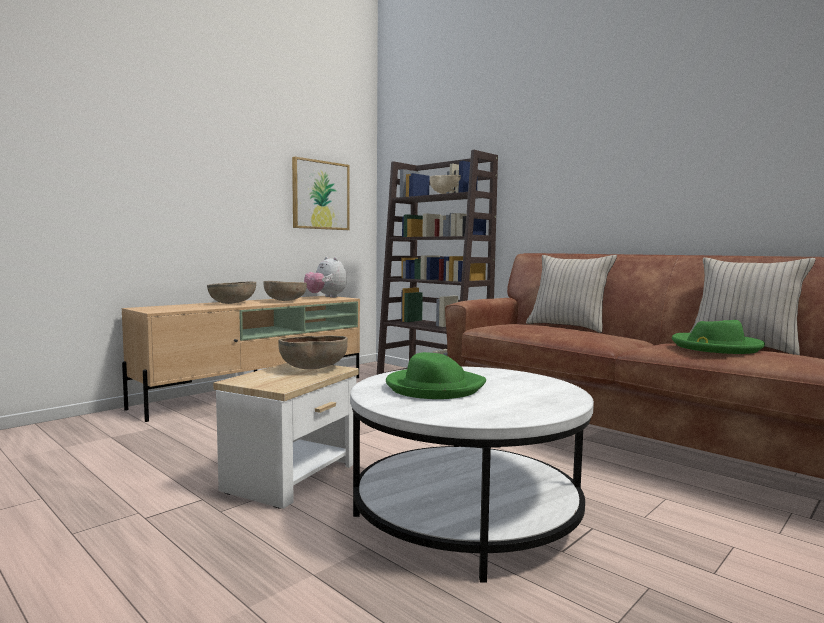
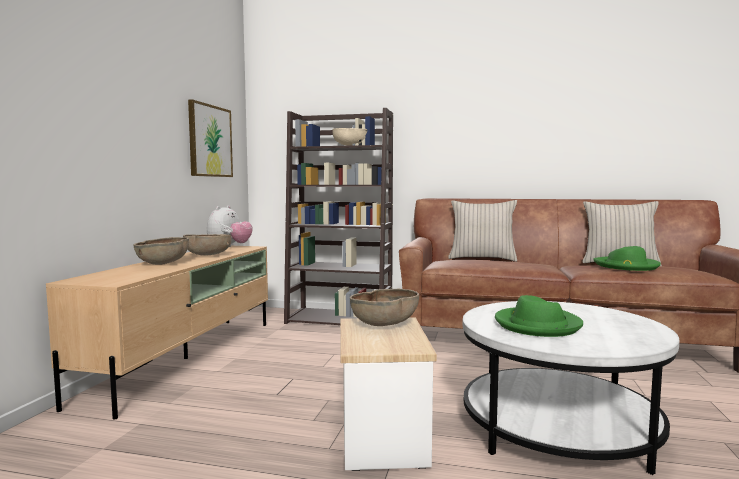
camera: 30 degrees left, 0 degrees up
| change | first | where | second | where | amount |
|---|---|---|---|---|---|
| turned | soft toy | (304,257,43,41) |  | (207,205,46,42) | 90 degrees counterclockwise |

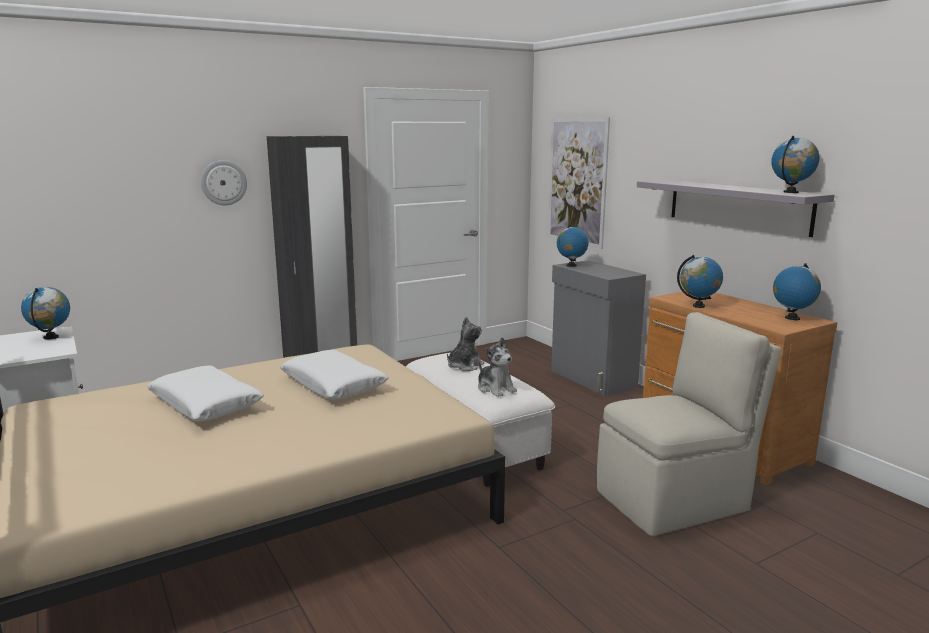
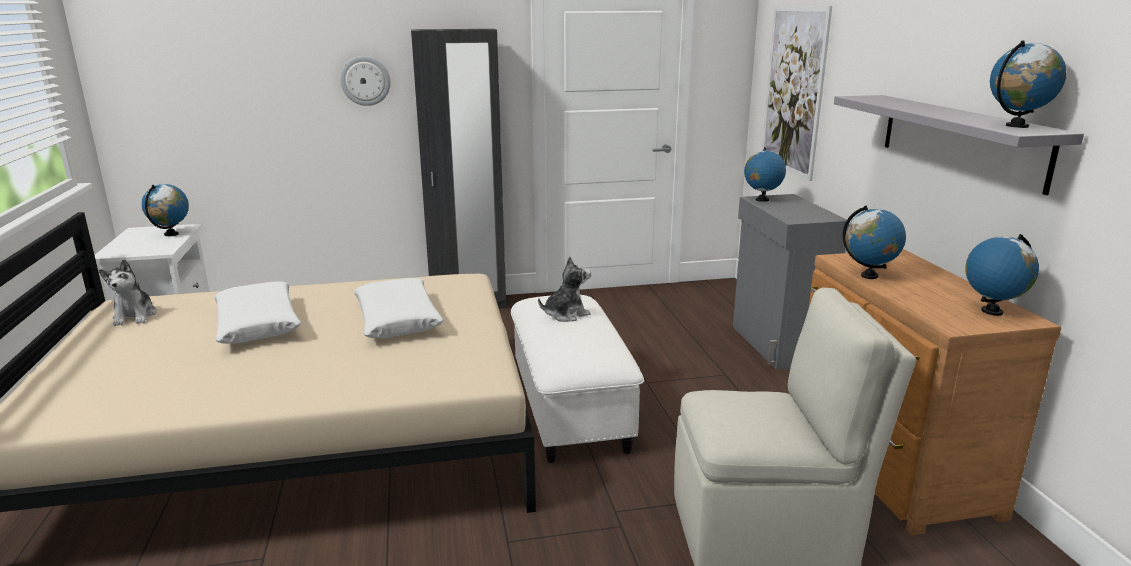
camera: 20 degrees right, 5 degrees up
| change | first | where | second | where | amount |
|---|---|---|---|---|---|
| moved | soft toy | (478,337,39,60) |  | (99,259,58,67) |  |

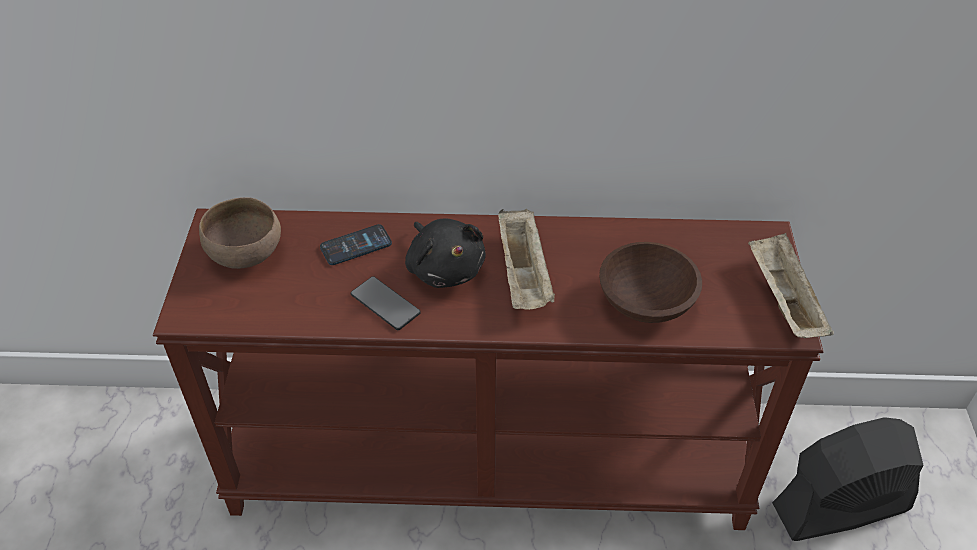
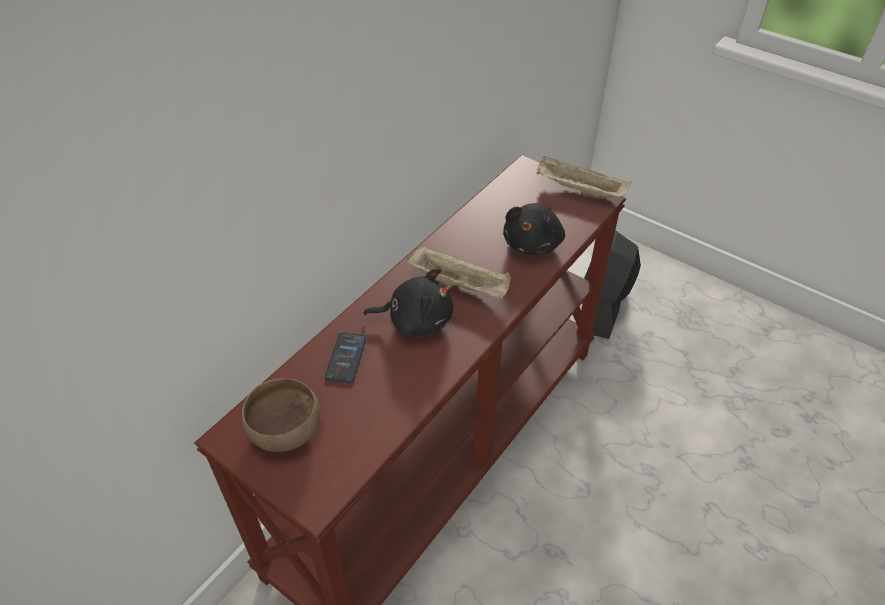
camera: 55 degrees left, 0 degrees up
| change | first | where | second | where | amount |
|---|---|---|---|---|---|
| replaced | brownish serving bowl | (599,242,103,81) | black-coloured soft toy | (503,203,62,52) |  |
| removed | telephone | (351,276,70,54) |  |  |  |

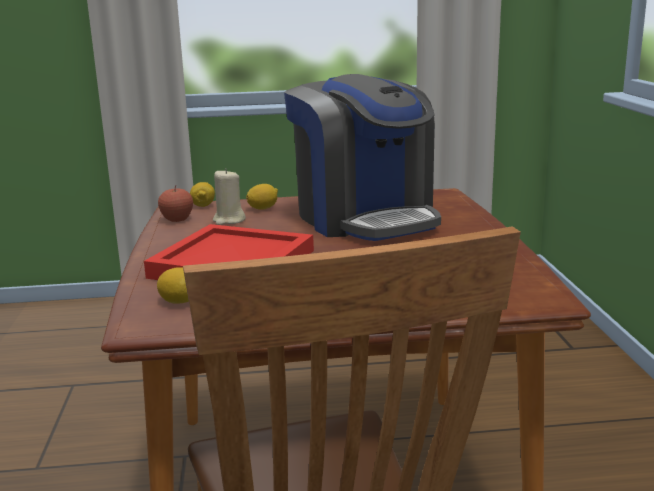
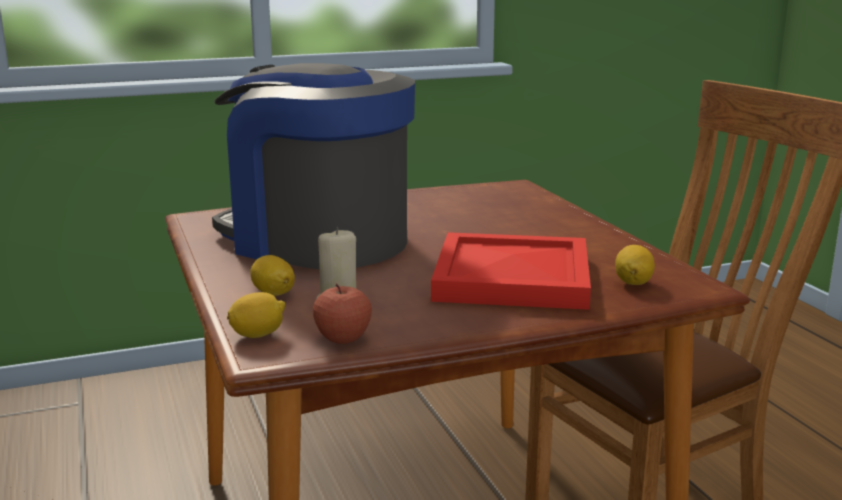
camera: 105 degrees left, 0 degrees up
| change | first | where | second | where | amount |
|---|---|---|---|---|---|
| turned | coffee brewer | (284,74,157,167) |  | (212,63,203,206) | 105 degrees counterclockwise |

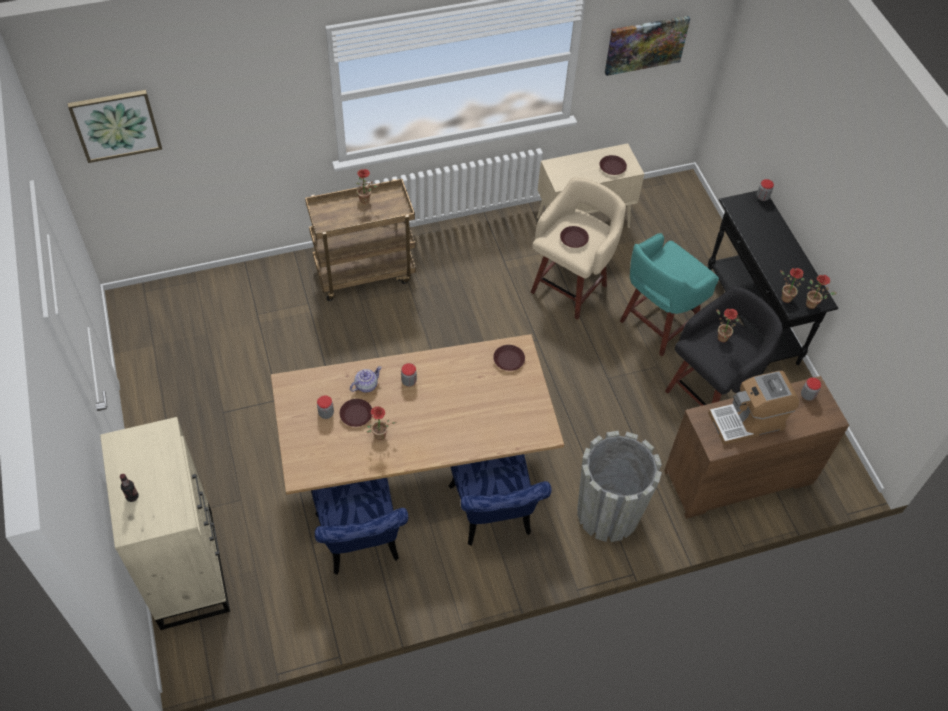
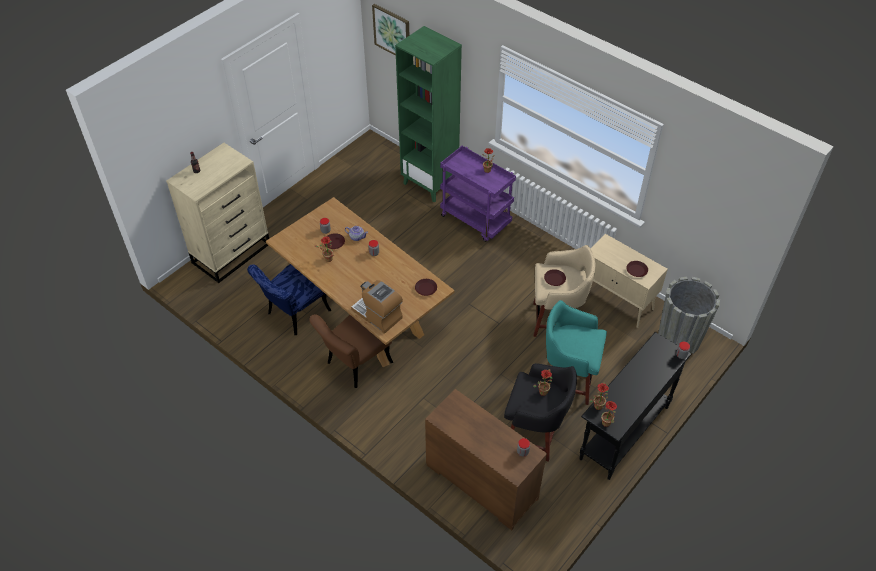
camera: 60 degrees right, 5 degrees down
| change | first | where | second | where | amount |
|---|---|---|---|---|---|
| recoloured | blue-coloured plain chair | (449,454,103,91) | brownish plain chair | (309,314,84,74) |  |
| moved | coffee brewer | (708,371,91,74) |  | (351,280,52,54) |  |
| added |  |  | green-coloured bookshelf | (395,26,67,177) |  |
| recoloured | brownish trolley | (305,179,111,122) | purple trolley | (440,146,76,96) |  |
| moved | grey flower pot | (577,431,85,111) |  | (658,276,62,78) |  |
| removed | wall picture | (605,16,85,60) |  |  |  |

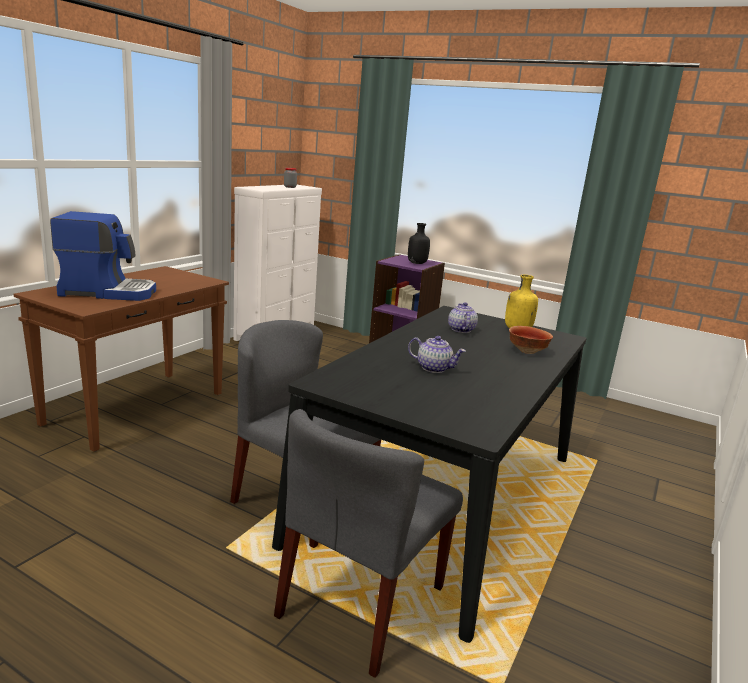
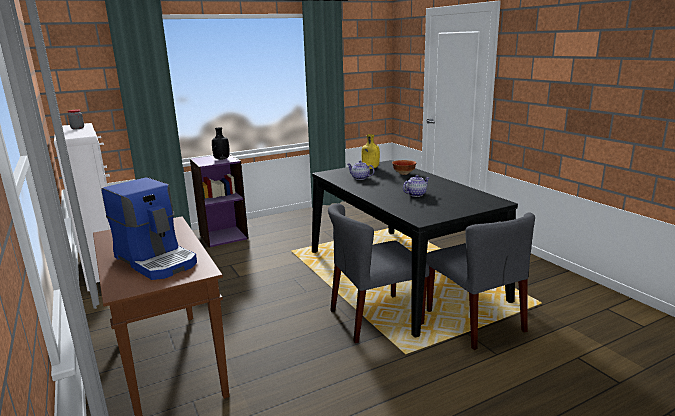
camera: 55 degrees left, 0 degrees up
| change | first | where | second | where | amount |
|---|---|---|---|---|---|
| turned | coffee brewer | (50,211,106,90) |  | (101,177,96,103) | 105 degrees clockwise |

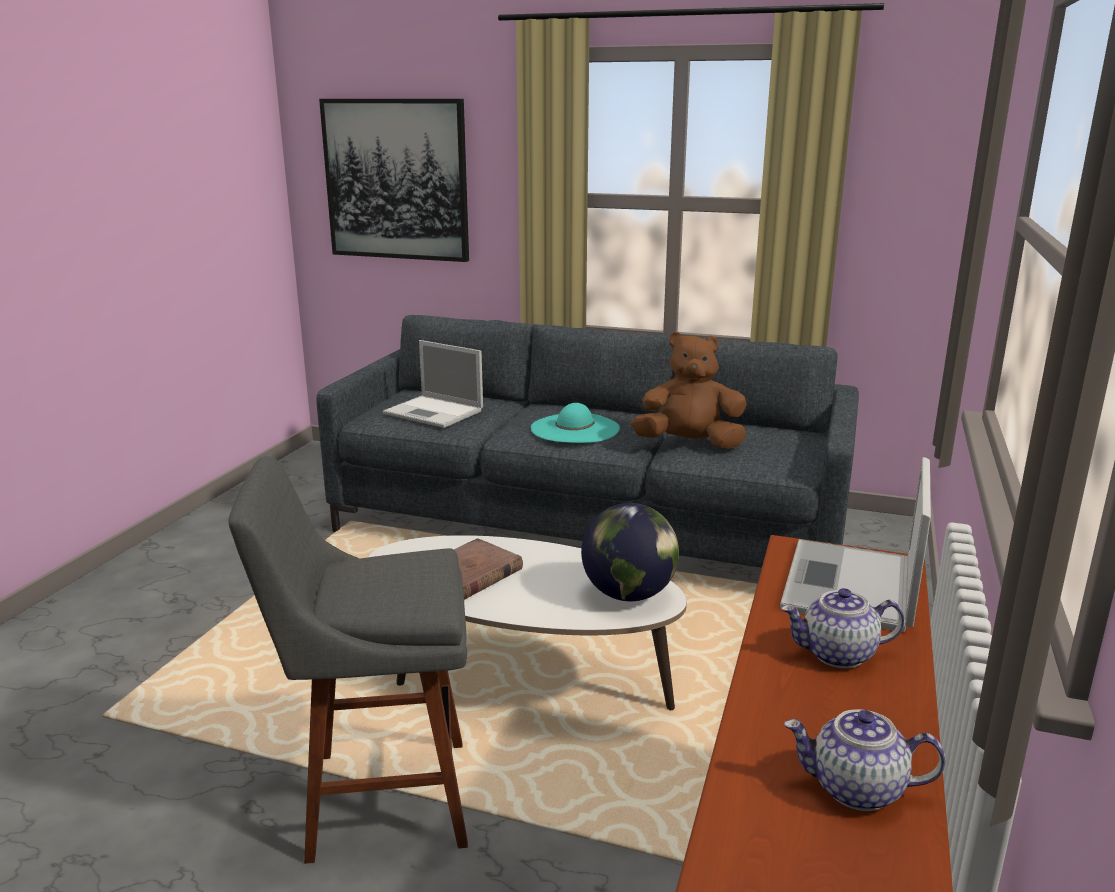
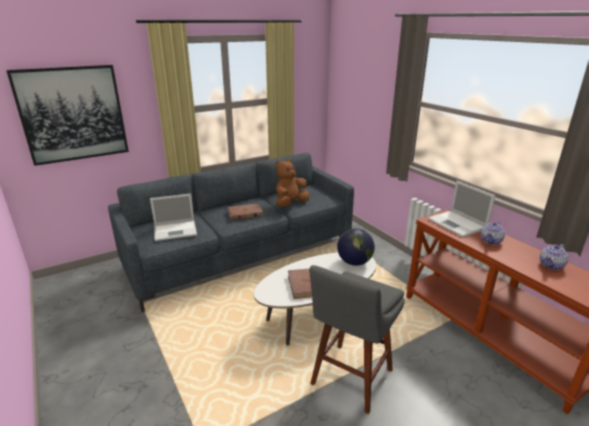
camera: 50 degrees left, 5 degrees up
| change | first | where | second | where | amount |
|---|---|---|---|---|---|
| replaced | turquoise-coloured wearable hat | (531,403,89,40) | brownish volume | (228,203,35,17) |  |

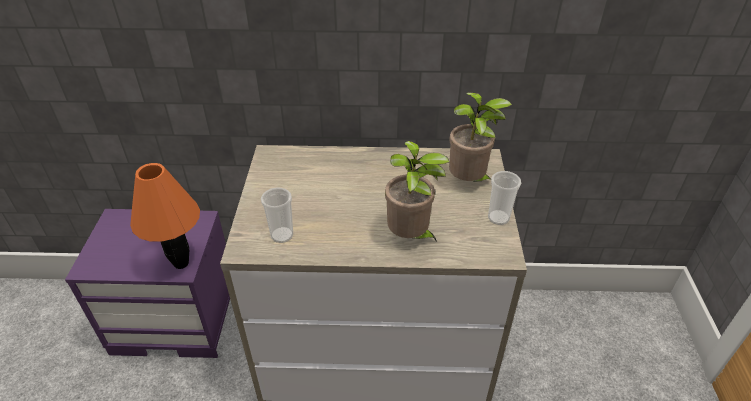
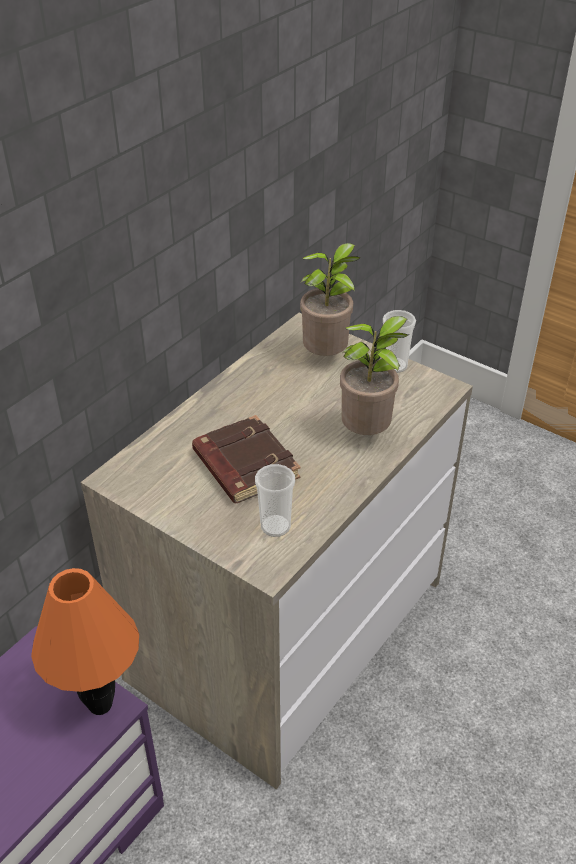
camera: 55 degrees left, 0 degrees up
| change | first | where | second | where | amount |
|---|---|---|---|---|---|
| added |  |  | brownish volume | (192,415,109,88) |  |

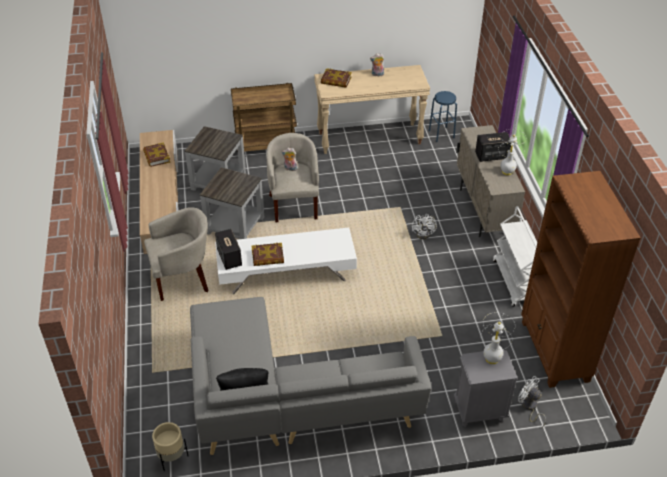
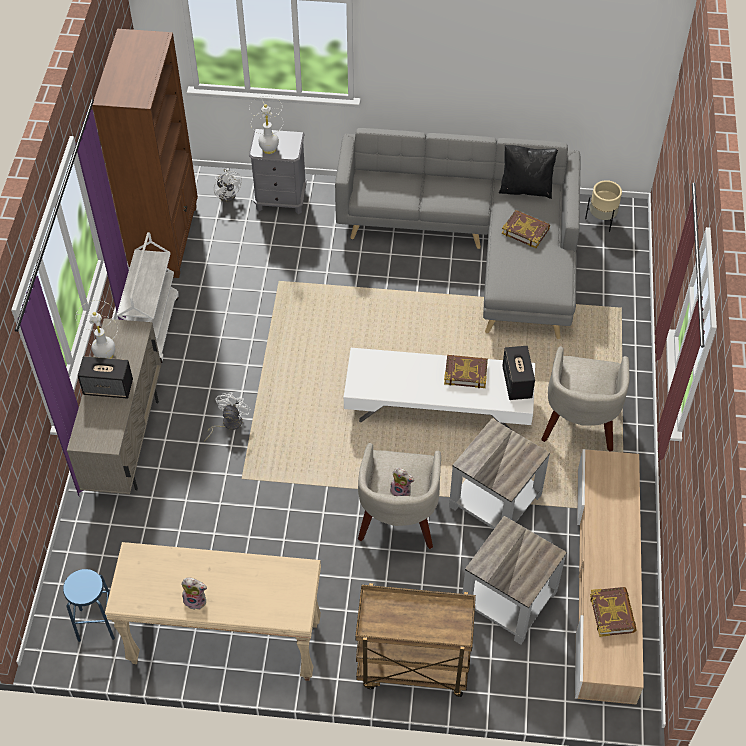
camera: 165 degrees left, 10 degrees up
| change | first | where | second | where | amount |
|---|---|---|---|---|---|
| moved | volume | (321,68,31,20) |  | (502,210,48,38) |  |
| turned | beige-coloured lounge chair | (144,207,64,94) |  | (541,346,89,105) | 75 degrees counterclockwise |

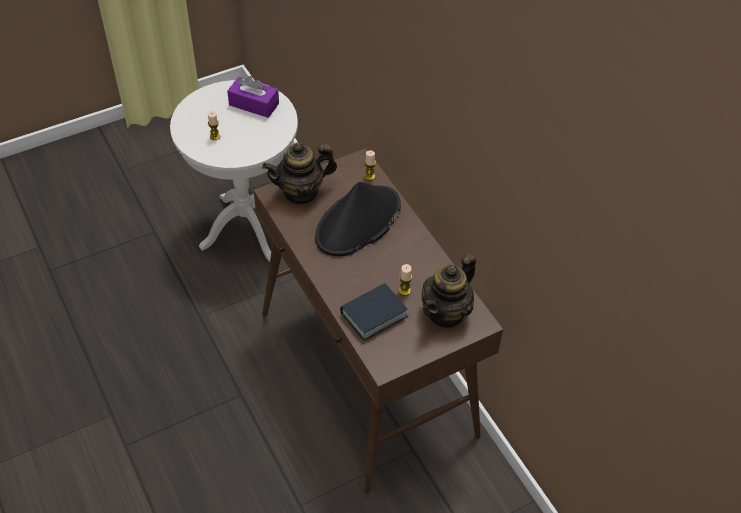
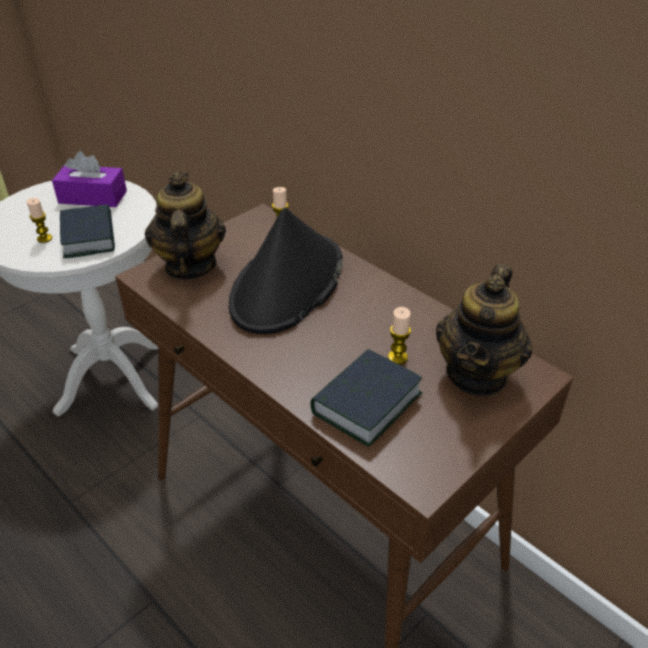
camera: 15 degrees left, 10 degrees down
| change | first | where | second | where | amount |
|---|---|---|---|---|---|
| added |  |  | volume | (60,204,55,54) |  |
| turned | teapot | (262,142,75,63) |  | (145,172,81,108) | 120 degrees clockwise |

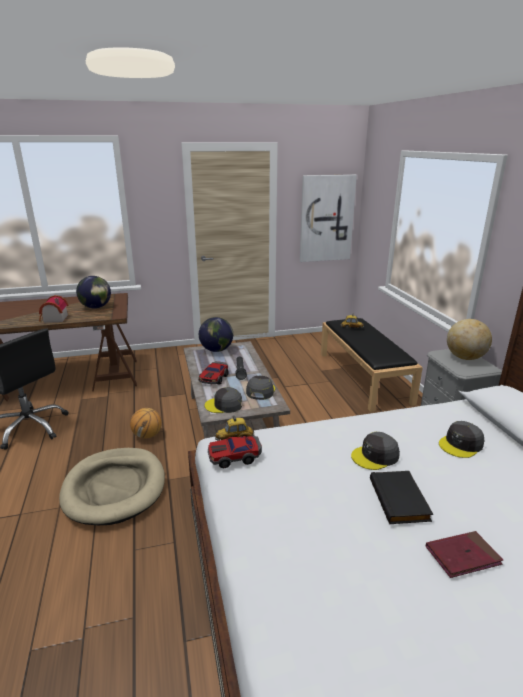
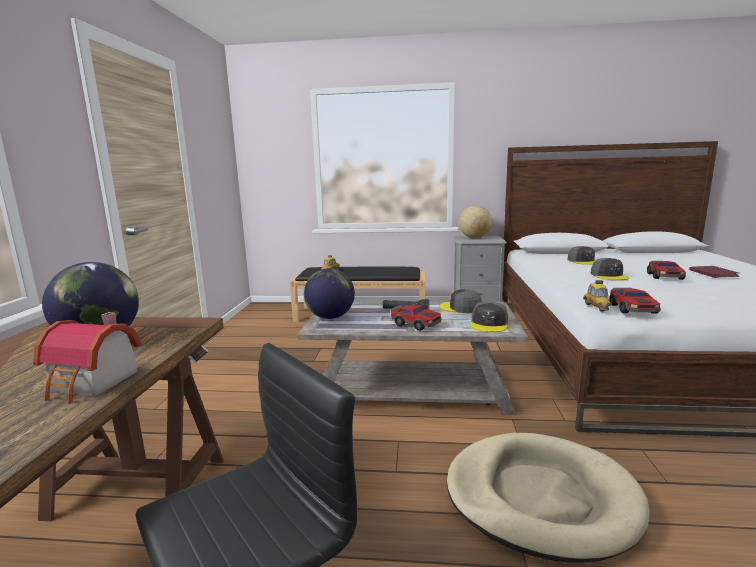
camera: 70 degrees left, 10 degrees down
| change | first | where | second | where | amount |
|---|---|---|---|---|---|
| replaced | black-coloured volume | (370,471,63,53) | miniature car | (647,261,39,19) |  |
| removed | ball for basketball | (130,408,32,31) |  |  |  |
| removed | wall picture | (300,175,57,87) |  |  |  |

